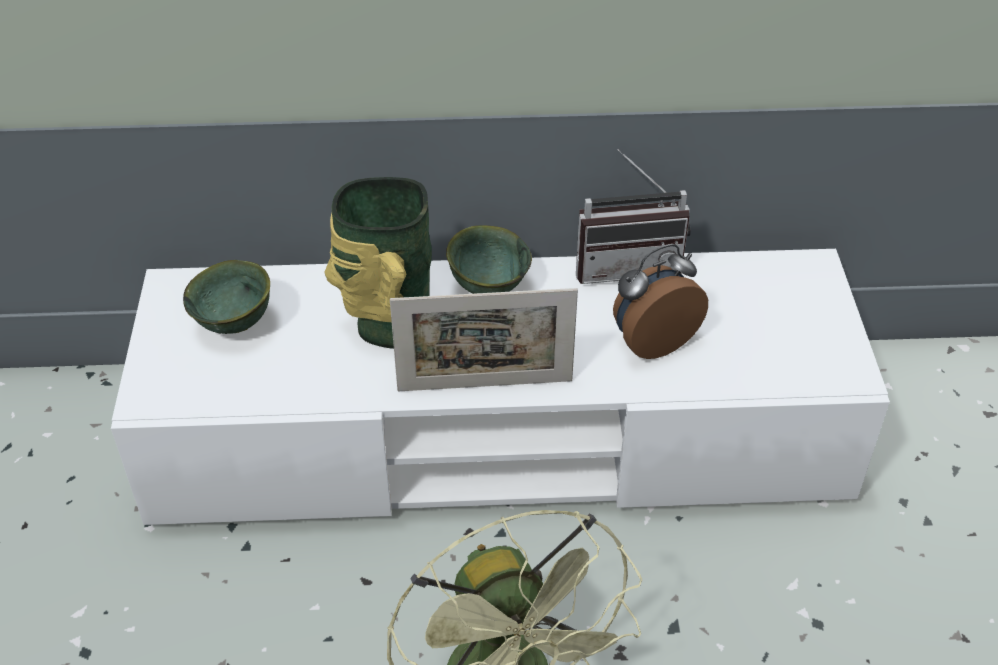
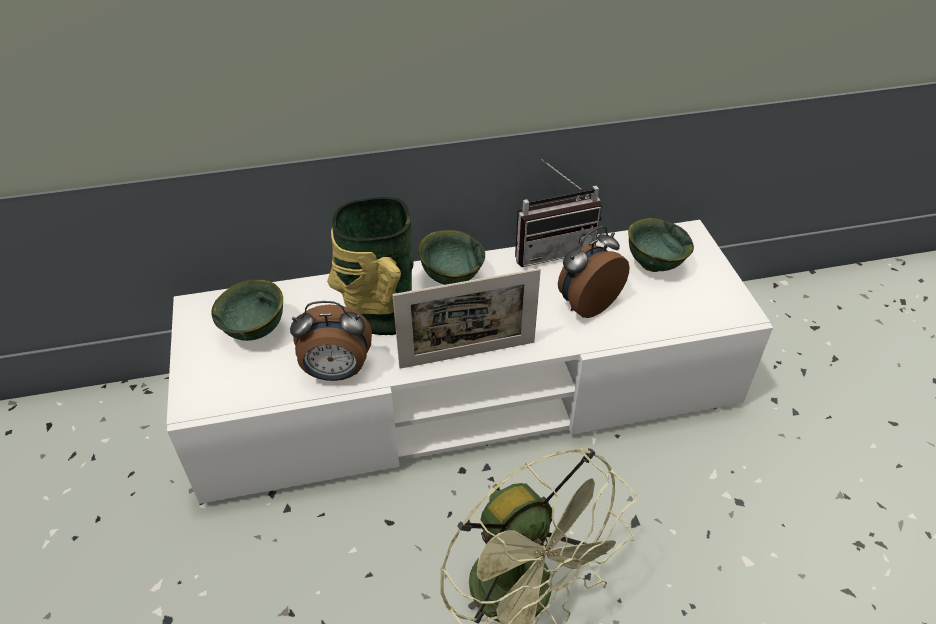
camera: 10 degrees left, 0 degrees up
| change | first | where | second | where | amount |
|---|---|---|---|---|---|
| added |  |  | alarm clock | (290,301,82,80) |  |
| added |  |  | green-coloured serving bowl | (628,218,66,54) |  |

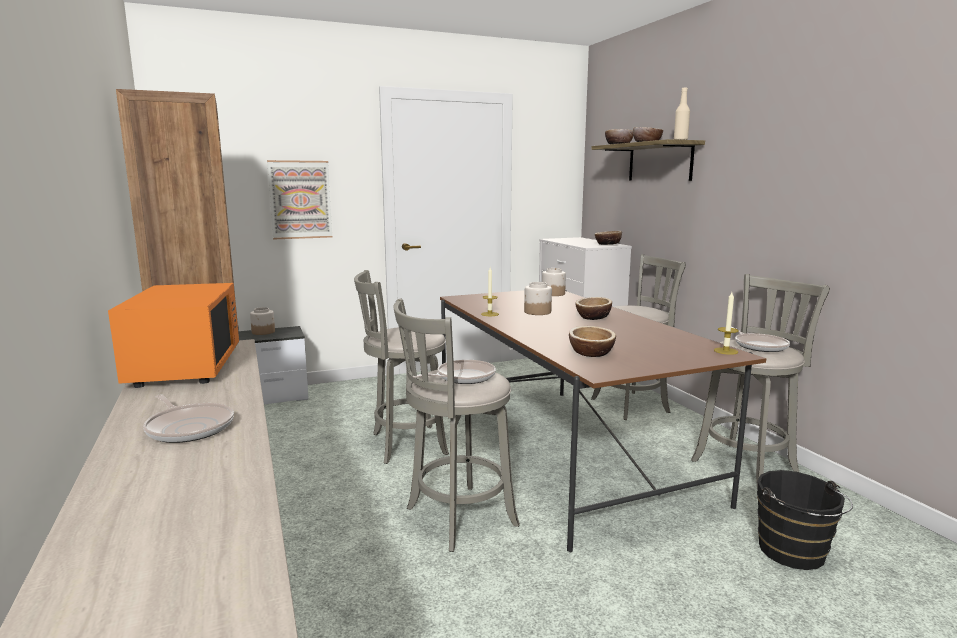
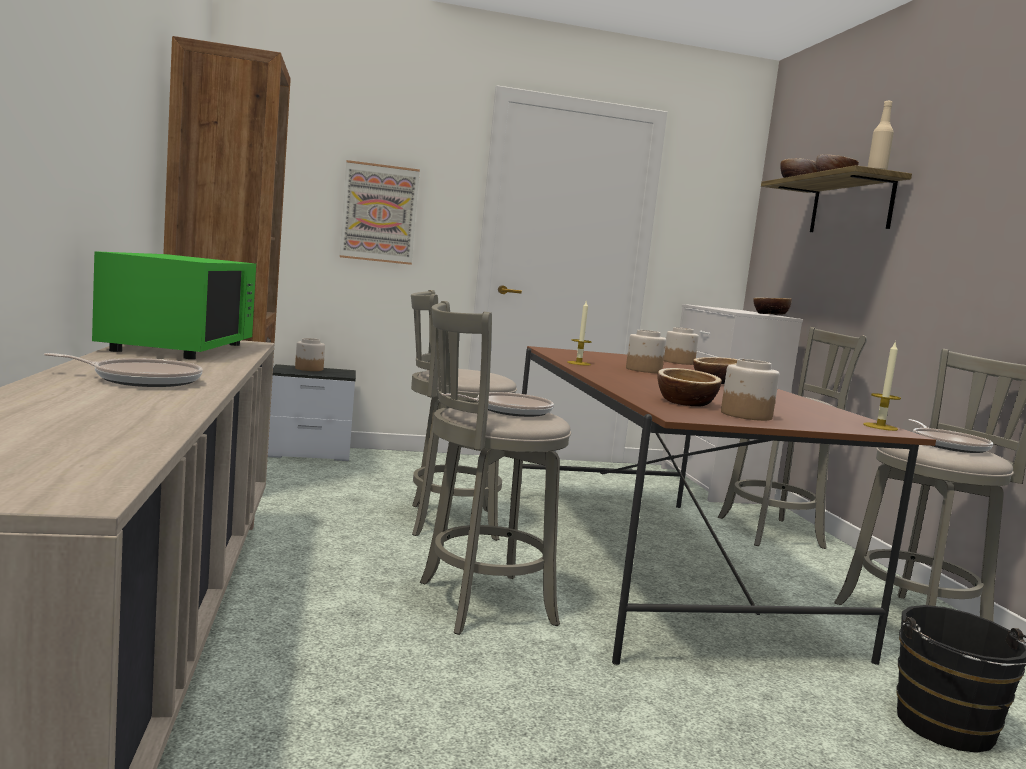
camera: 10 degrees right, 5 degrees down
| change | first | where | second | where | amount |
|---|---|---|---|---|---|
| turned | frying pan | (143,395,91,48) |  | (44,353,159,34) | 60 degrees counterclockwise |
| recoloured | orangey microwave oven | (108,283,131,105) | green-coloured microwave oven | (92,251,164,108) |  |
| added |  |  | preserve jar | (721,359,58,62) |  |

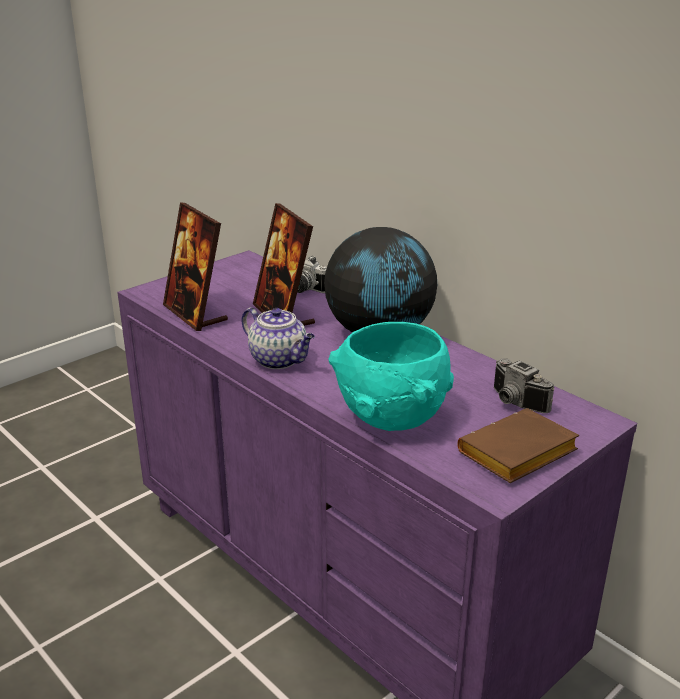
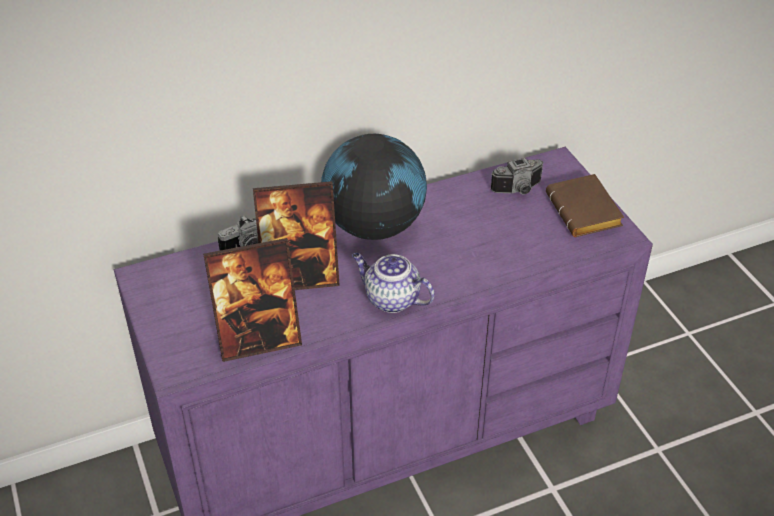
camera: 70 degrees left, 15 degrees up
| change | first | where | second | where | amount |
|---|---|---|---|---|---|
| turned | teapot | (242,308,73,61) |  | (352,253,83,60) | 120 degrees counterclockwise |
| removed | turquoise-coloured serving bowl | (329,322,125,109) |  |  |  |

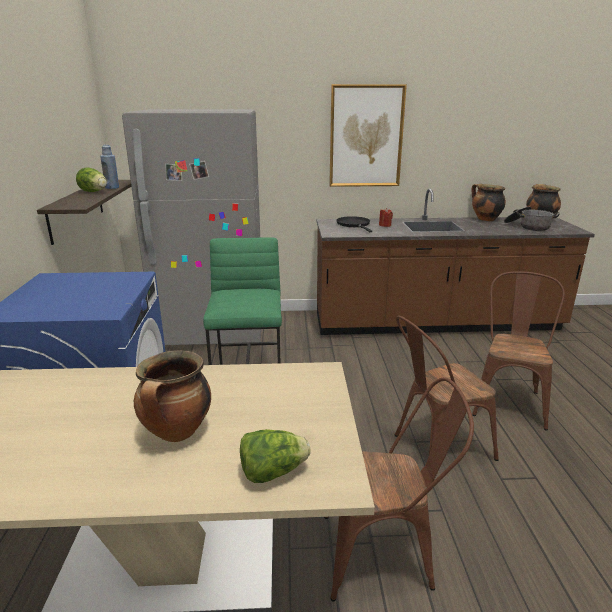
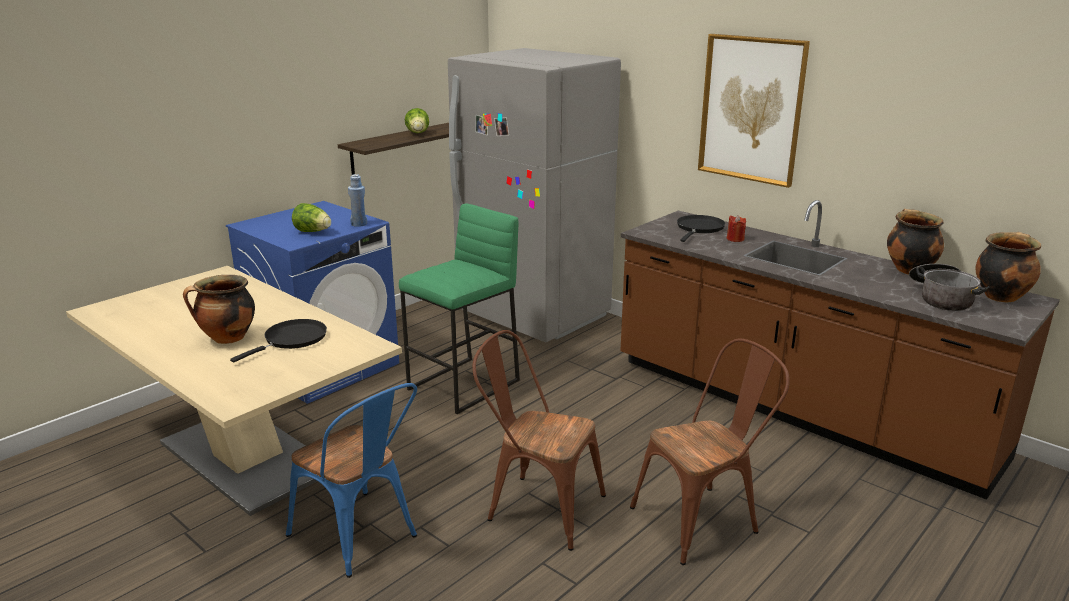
camera: 45 degrees right, 0 degrees up
| change | first | where | second | where | amount |
|---|---|---|---|---|---|
| added |  |  | black-coloured frying pan | (230,319,97,44) |  |
| recoloured | brownish plain chair | (324,377,150,224) | blue-coloured plain chair | (286,383,131,195) |  |
| moved | lettuce head | (240,429,71,54) |  | (292,203,39,29) |  |
| moved | blue-coloured beverage bottle | (100,145,19,44) |  | (348,174,19,53) |  |

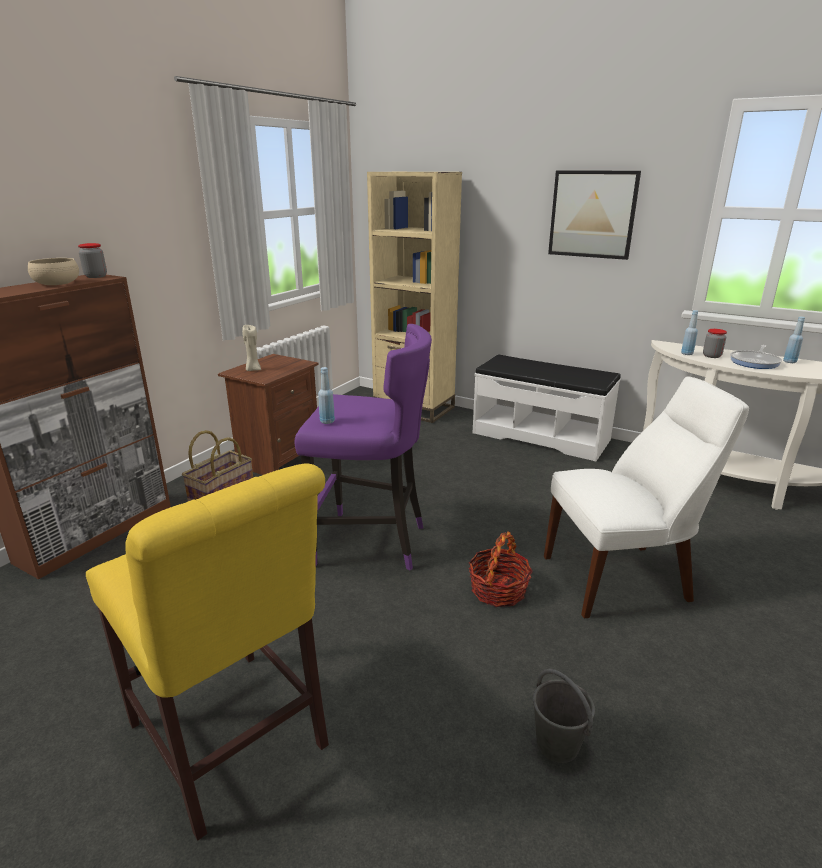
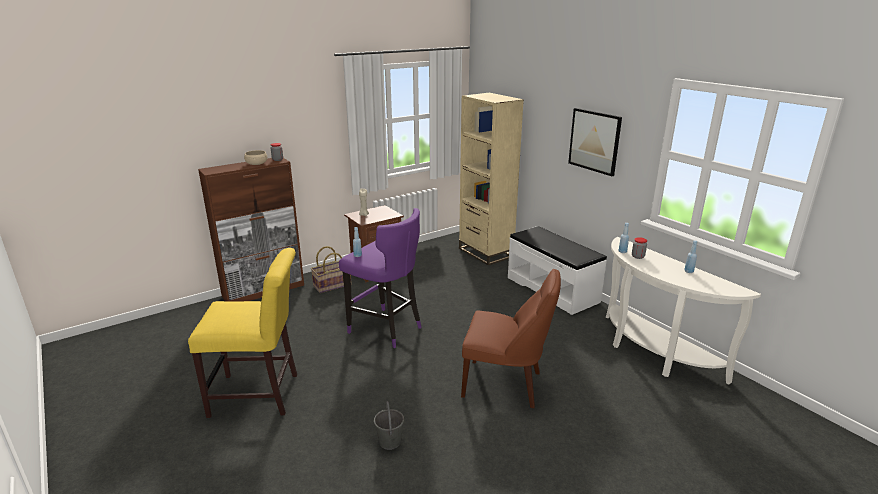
camera: 25 degrees right, 0 degrees up
| change | first | where | second | where | amount |
|---|---|---|---|---|---|
| turned | yellowish plain chair | (86,464,243,376) |  | (188,248,109,170) | 75 degrees counterclockwise |
| recoloured | whitish plain chair | (544,376,205,242) | brownish plain chair | (461,269,100,139) |  |
| removed | storage basket | (468,531,65,76) |  |  |  |
| removed | frying pan | (730,345,52,24) |  |  |  |

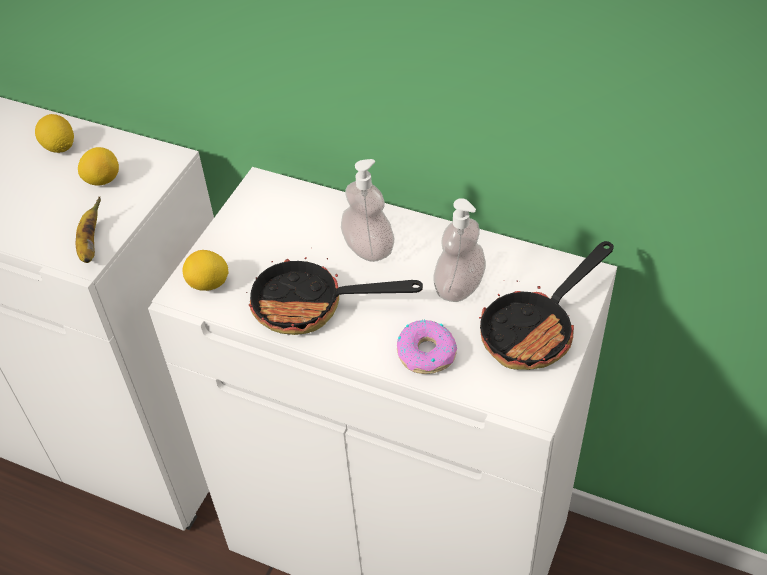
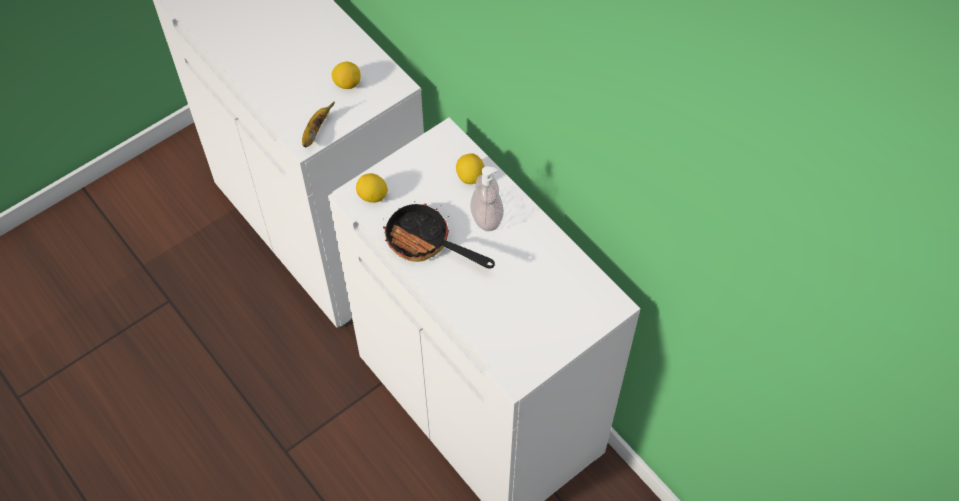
camera: 25 degrees right, 10 degrees up
| change | first | where | second | where | amount |
|---|---|---|---|---|---|
| moved | lemon | (35,114,39,39) |  | (456,153,28,31) |  |
| removed | donut | (397,320,60,54) |  |  |  |
| removed | liquid soap bottle | (433,198,53,104) |  |  |  |
| removed | frying pan | (479,241,135,129) |  |  |  |

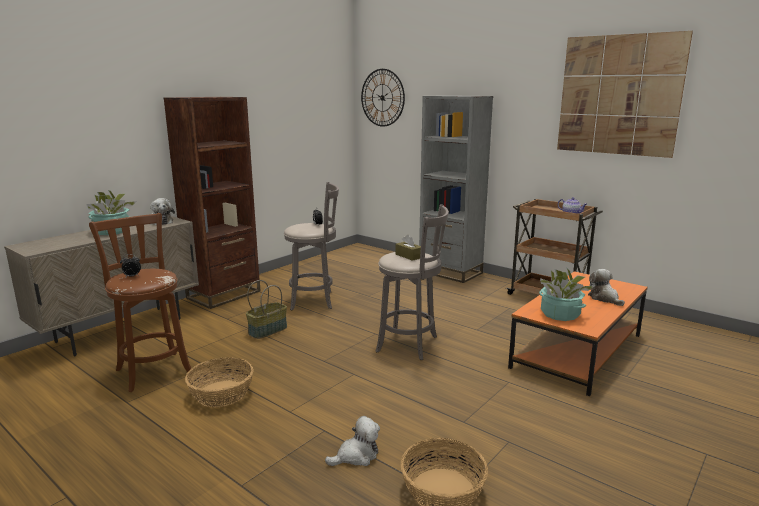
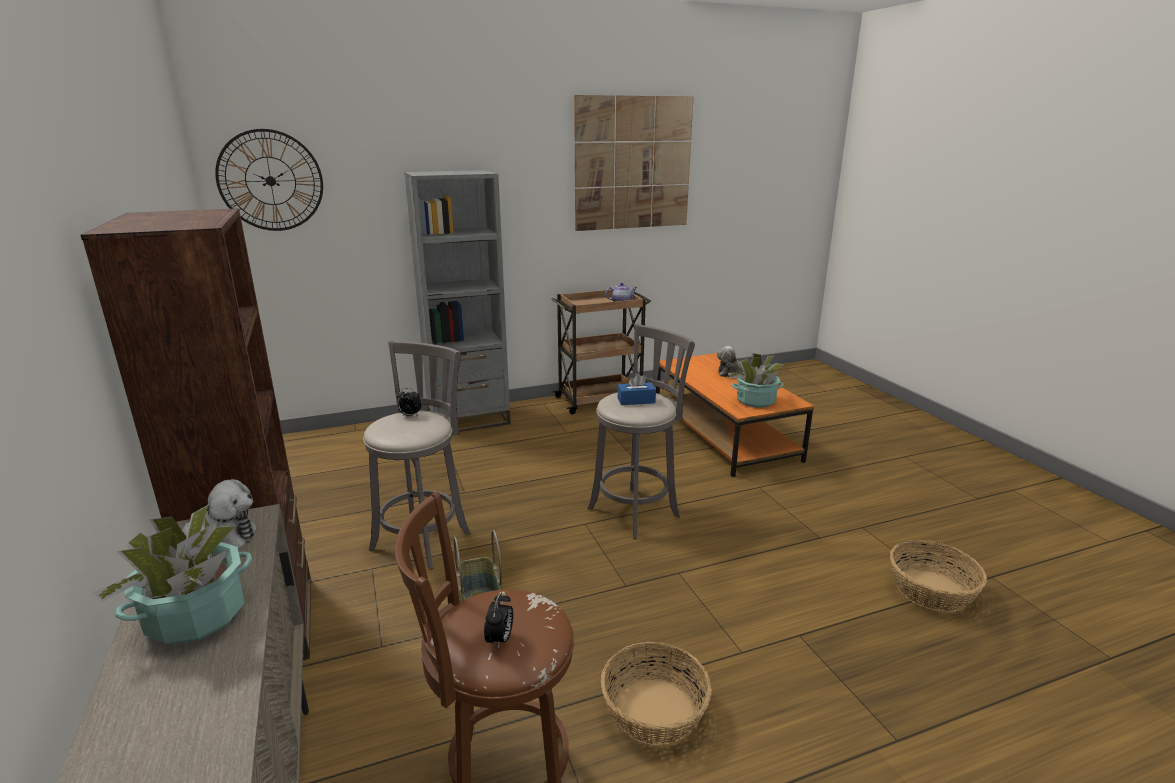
camera: 60 degrees left, 5 degrees up
| change | first | where | second | where | amount |
|---|---|---|---|---|---|
| recoloured | brownish tissue holder | (396,235,25,26) | blue-coloured tissue holder | (618,373,38,32) |  |
| removed | soft toy | (325,416,55,50) |  |  |  |

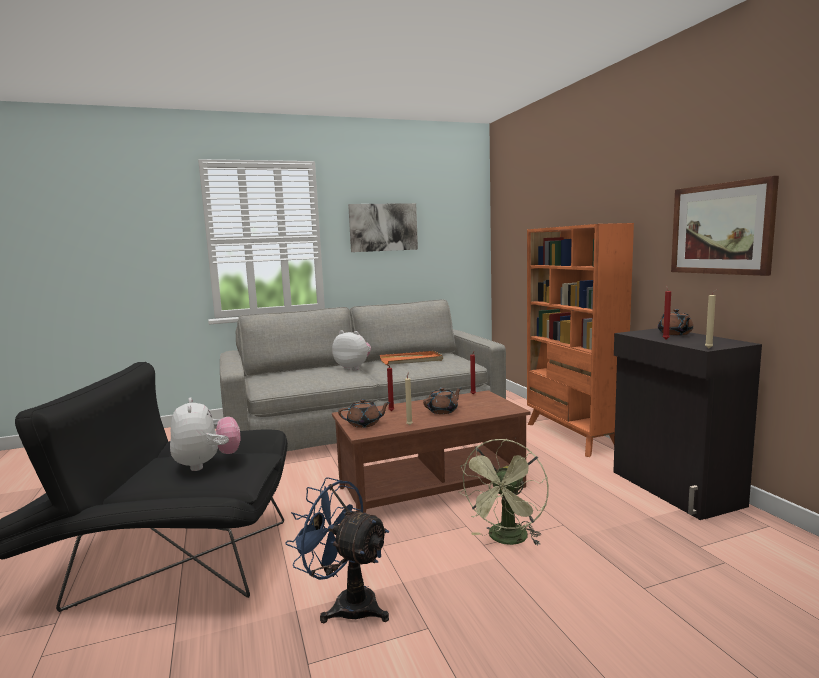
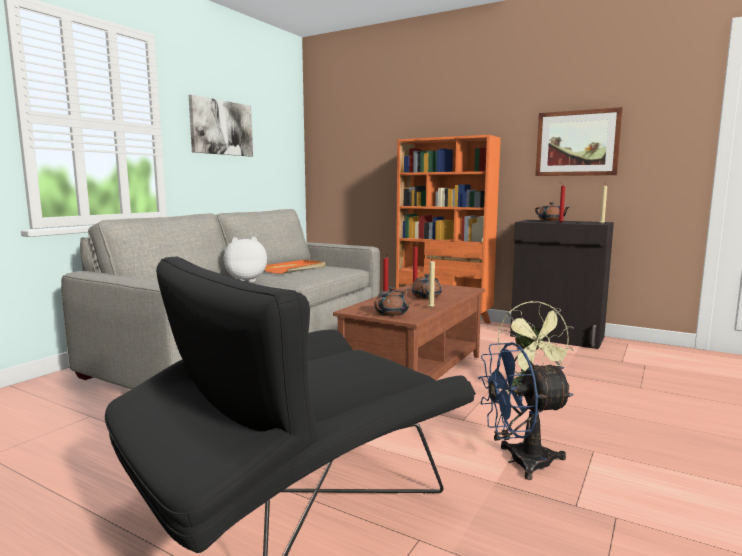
camera: 40 degrees left, 0 degrees up
| change | first | where | second | where | amount |
|---|---|---|---|---|---|
| removed | soft toy | (170,397,71,74) |  |  |  |

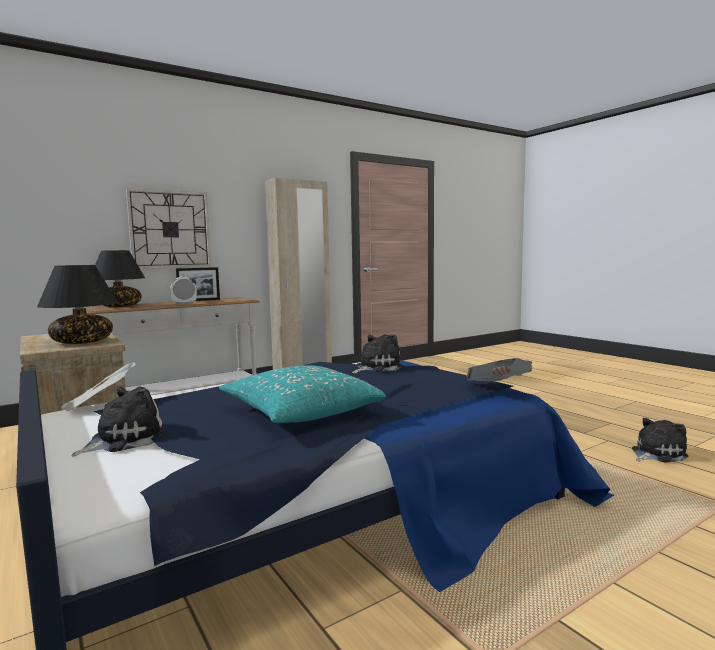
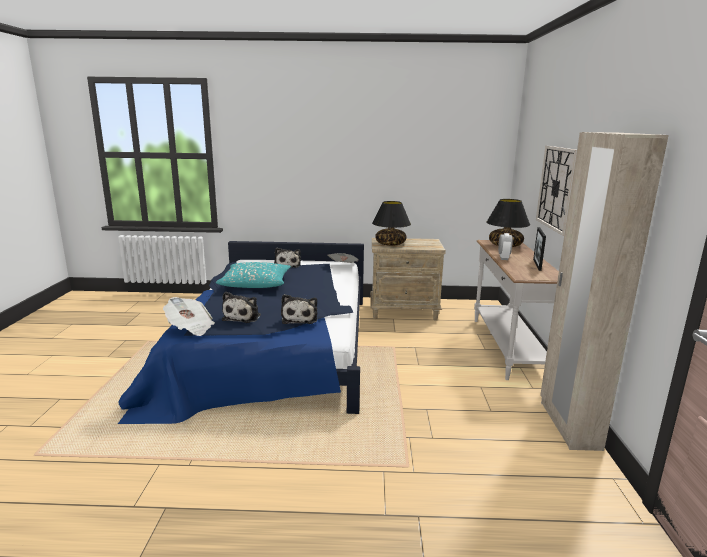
camera: 125 degrees right, 10 degrees up
| change | first | where | second | where | amount |
|---|---|---|---|---|---|
| moved | soft toy | (632,418,56,45) |  | (222,292,39,31) |  |

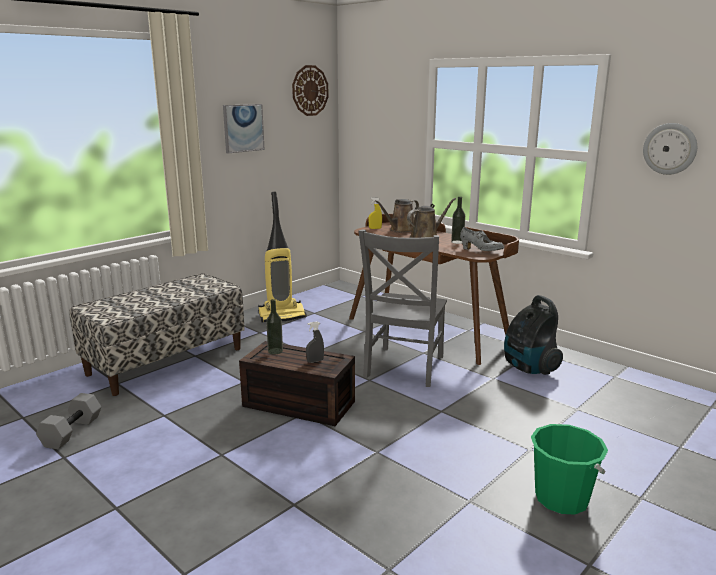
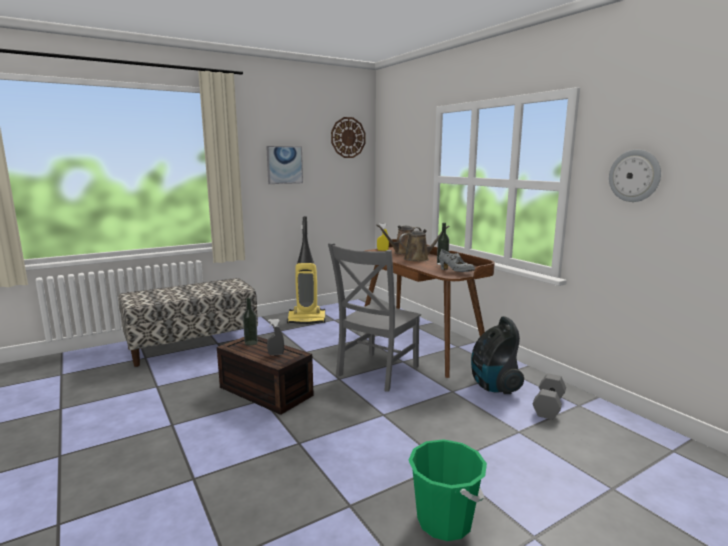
camera: 15 degrees right, 5 degrees down
| change | first | where | second | where | amount |
|---|---|---|---|---|---|
| moved | grey hand weight | (36,393,65,56) |  | (533,373,33,47) |  |

